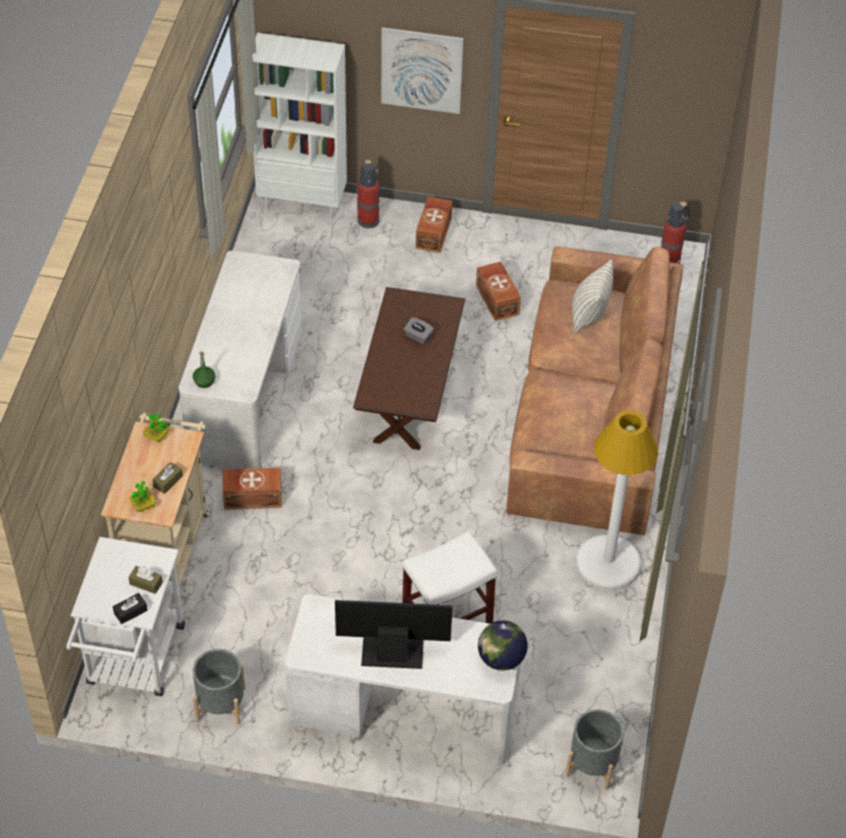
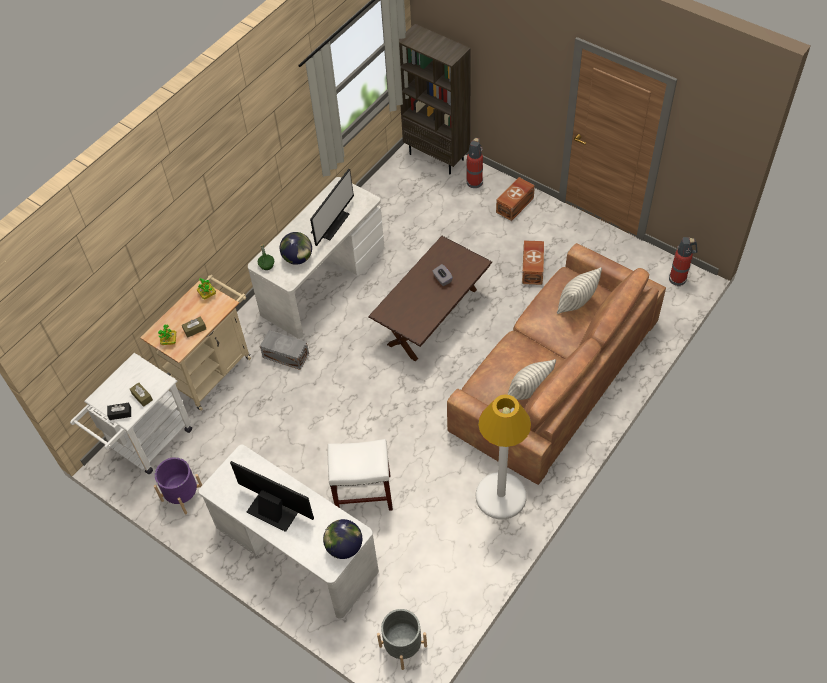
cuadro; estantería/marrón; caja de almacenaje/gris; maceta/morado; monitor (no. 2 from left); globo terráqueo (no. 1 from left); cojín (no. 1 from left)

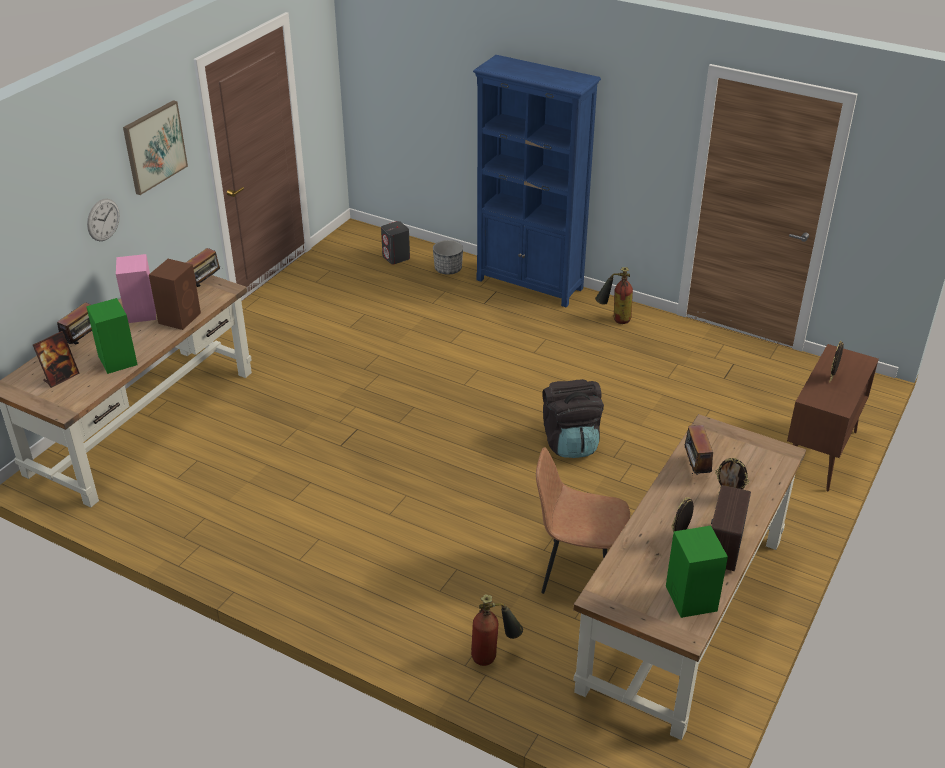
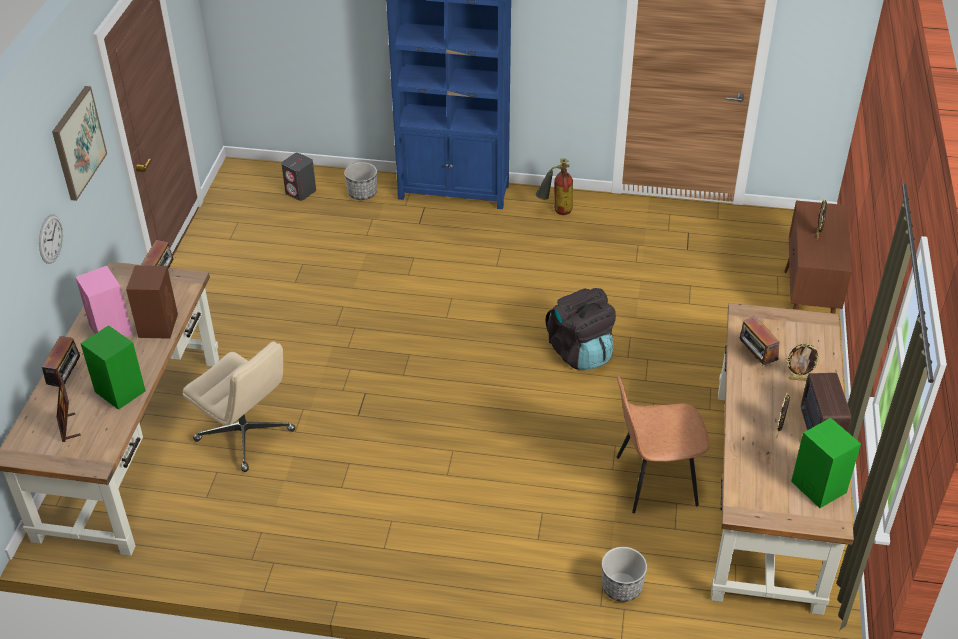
portarretratos (no. 1 from left); maceta (no. 2 from left); silla de oficina/beis

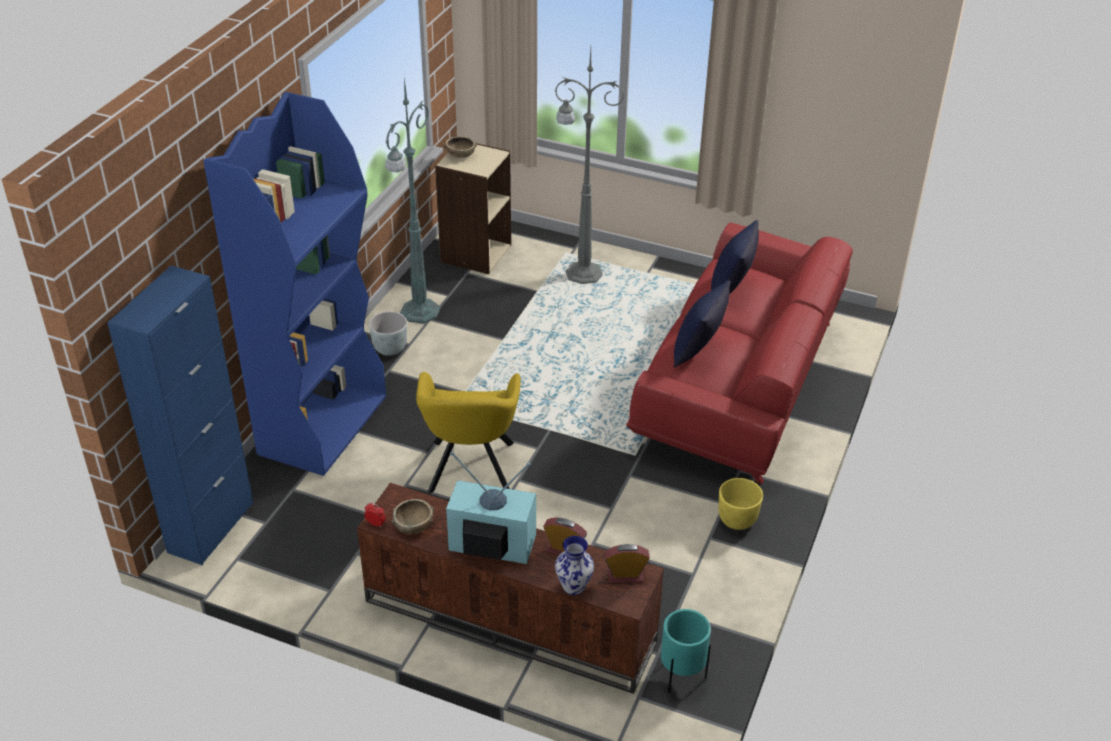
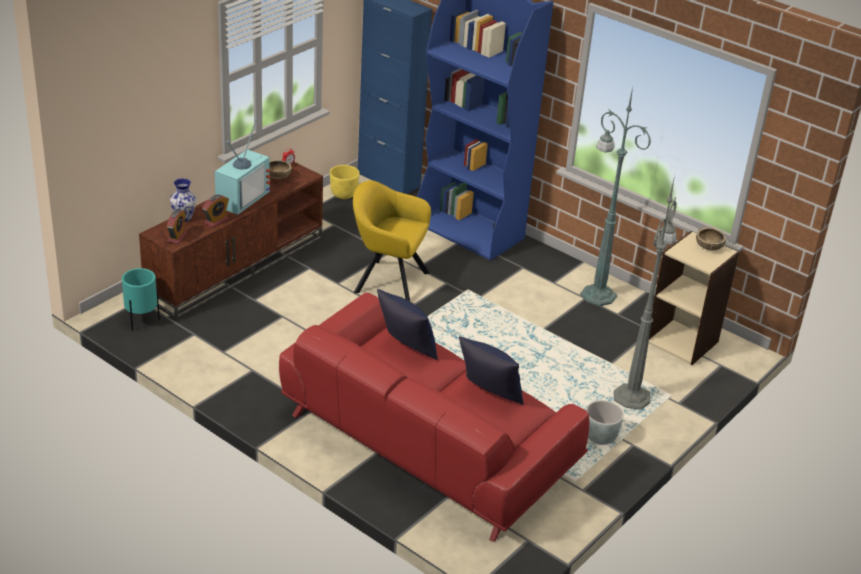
maceta/gris; maceta/amarillo

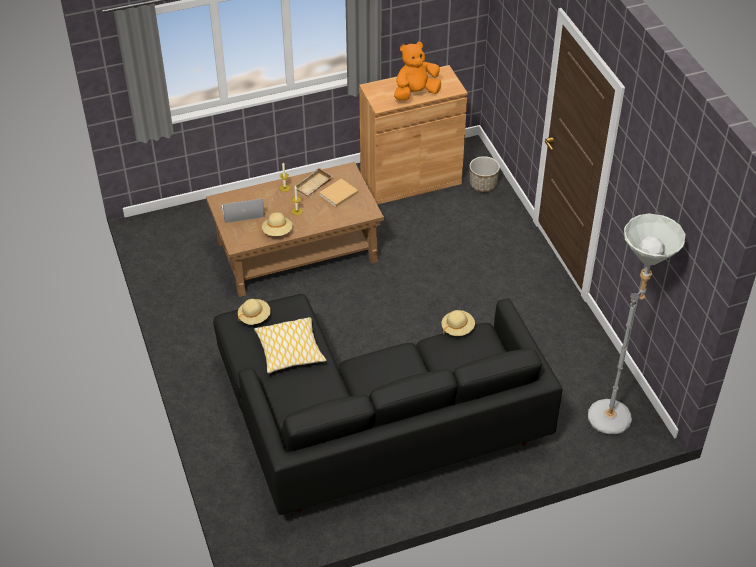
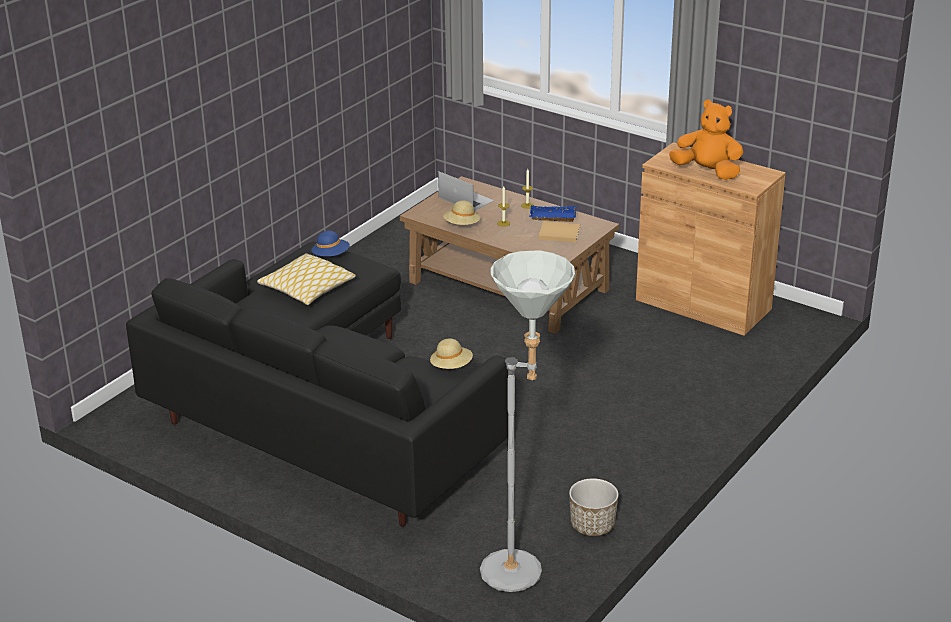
maceta; bandeja/azul; sombrero/azul

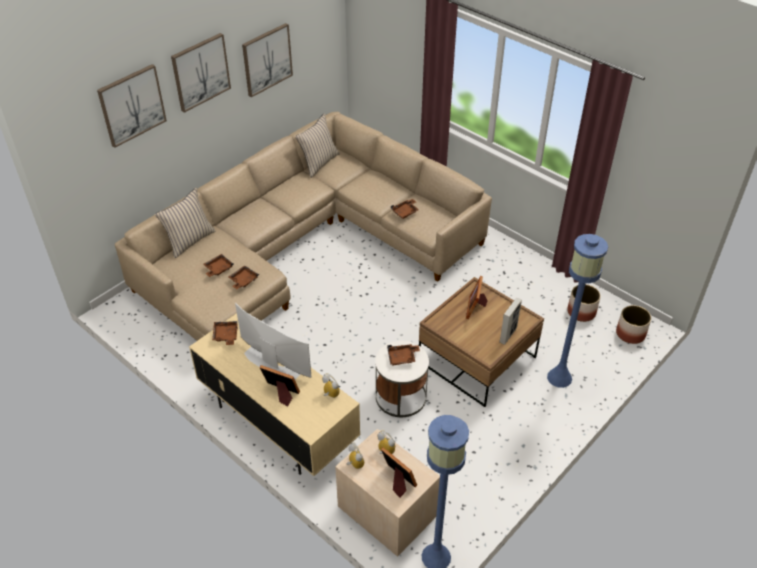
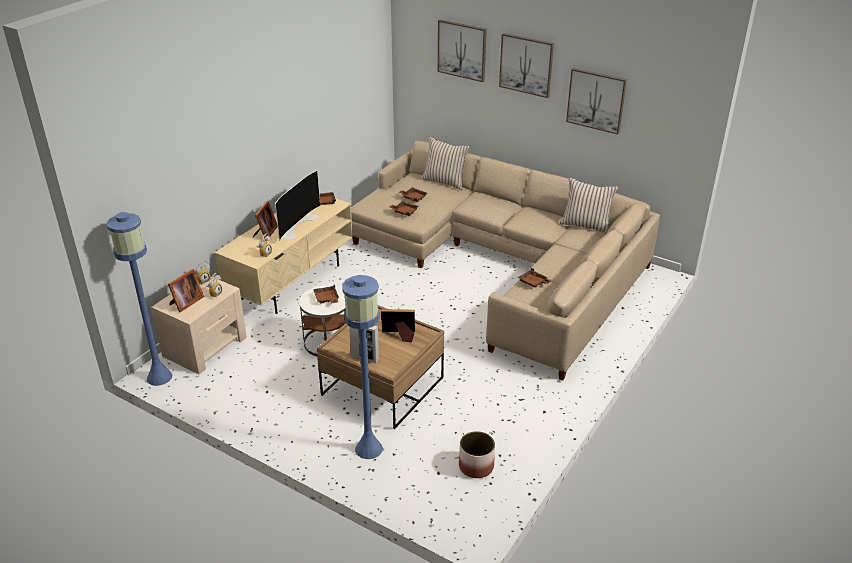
maceta (no. 2 from left in the first image)

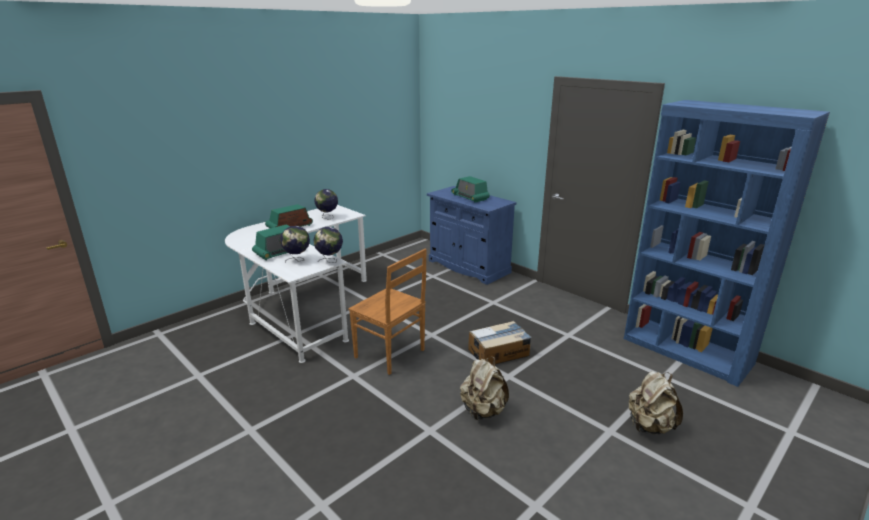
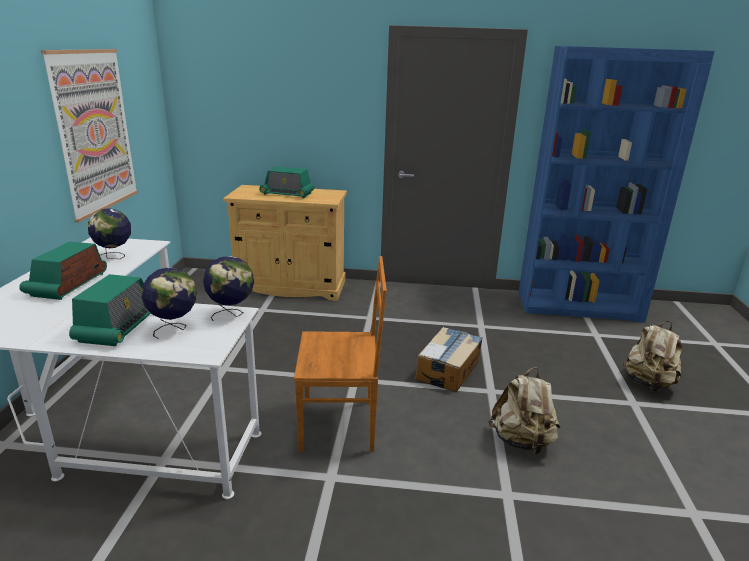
armario/beis; cuadro

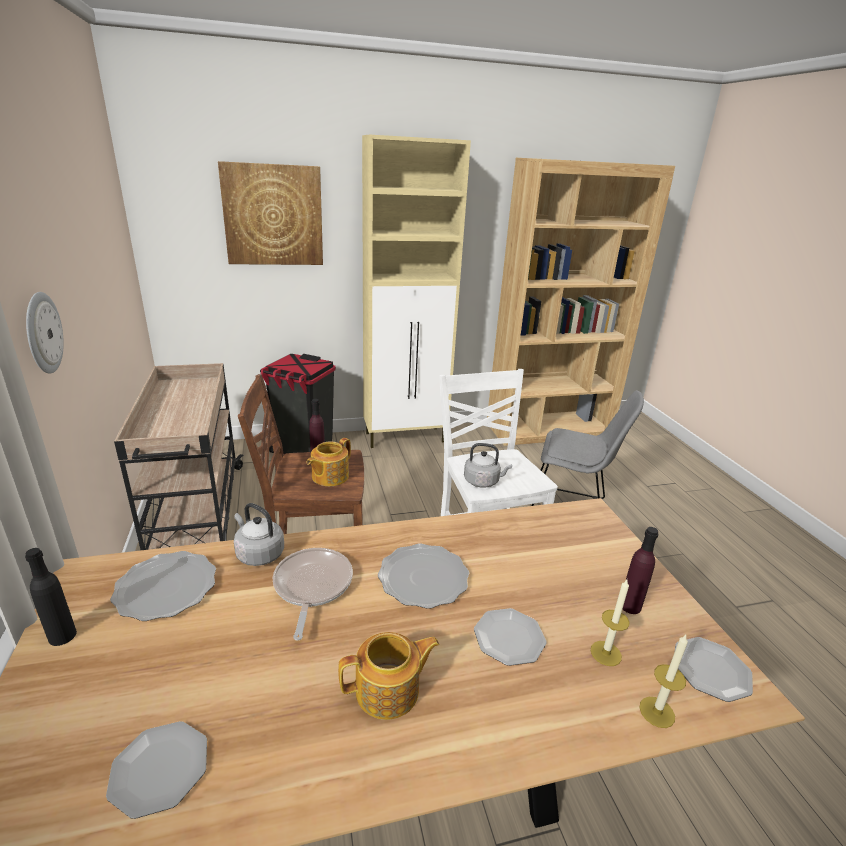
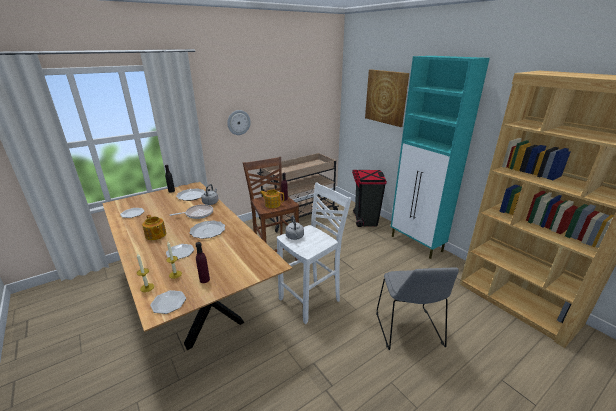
armario/turquesa

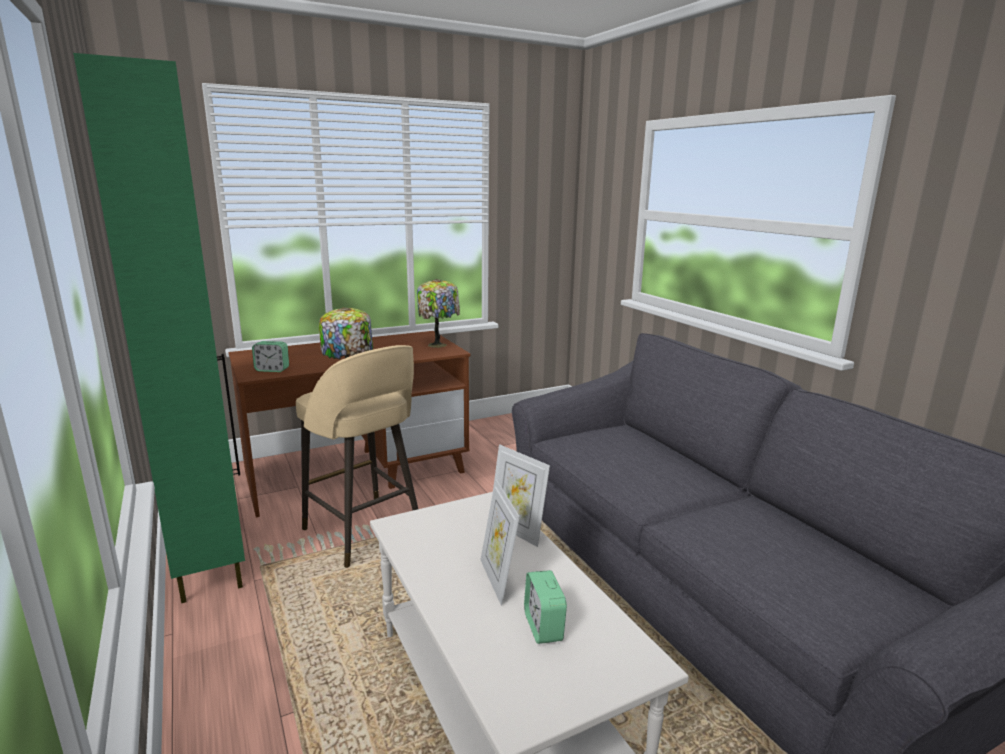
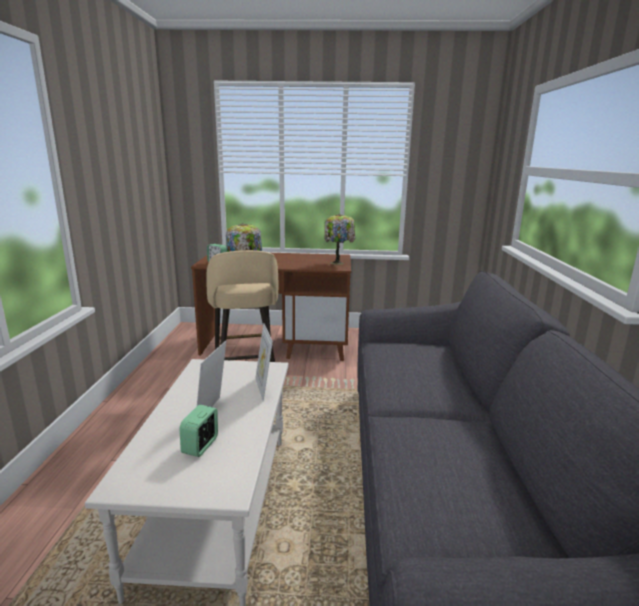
armario/verde

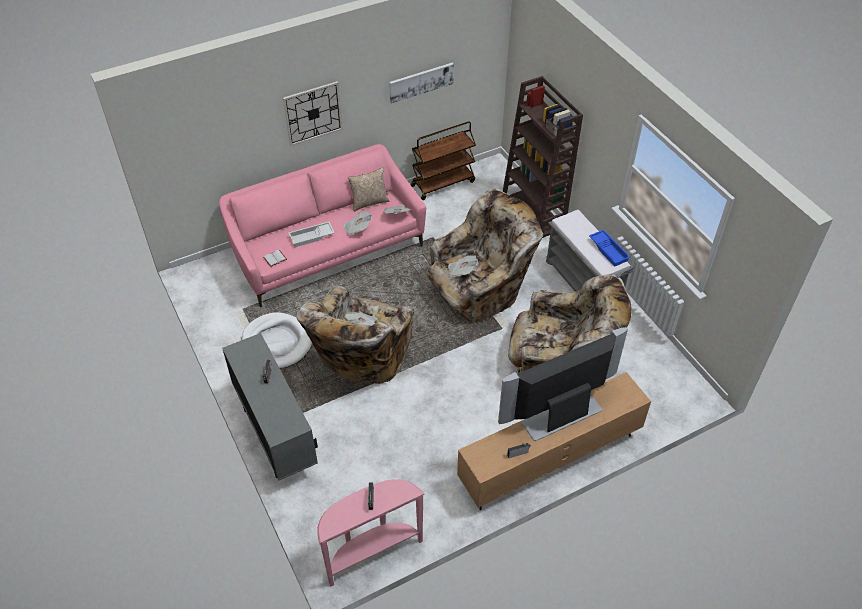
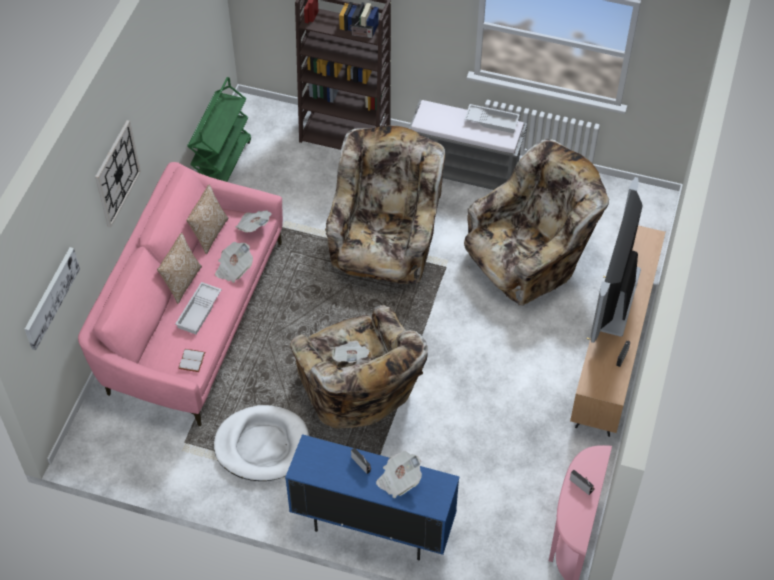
cuadro; carrito/verde; bandeja/blanco (no. 2 from left); periódico (no. 4 from left); armario/azul; cojín (no. 1 from left)

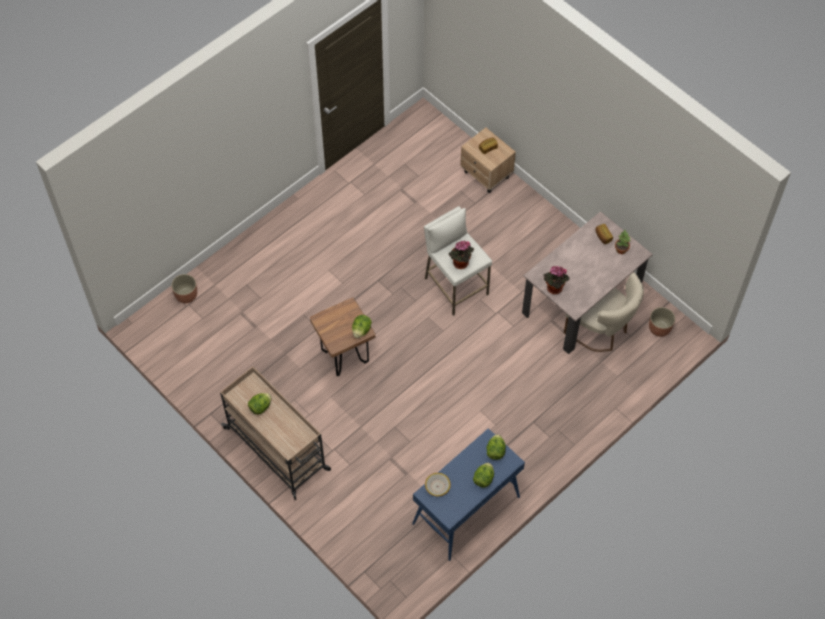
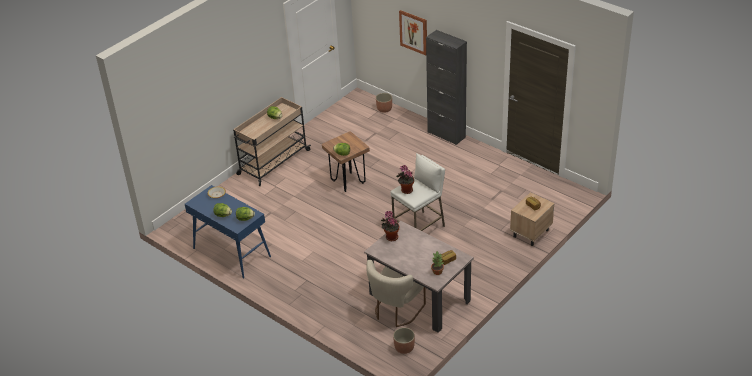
cuadro; armario/negro

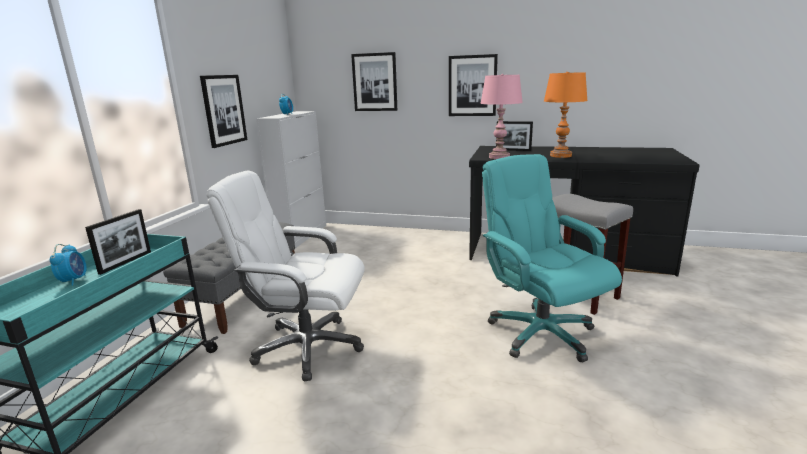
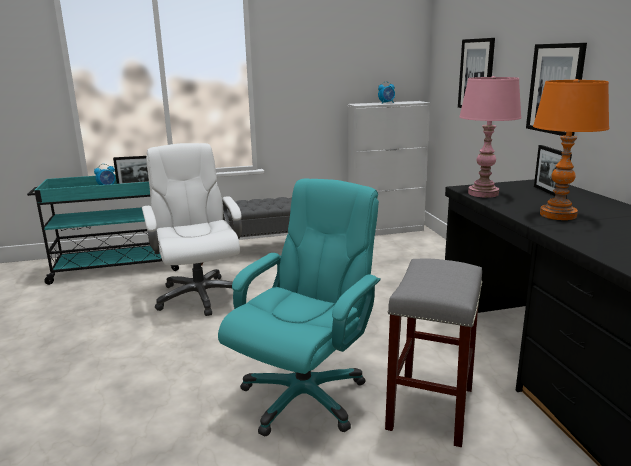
cuadro (no. 1 from left in the first image)

